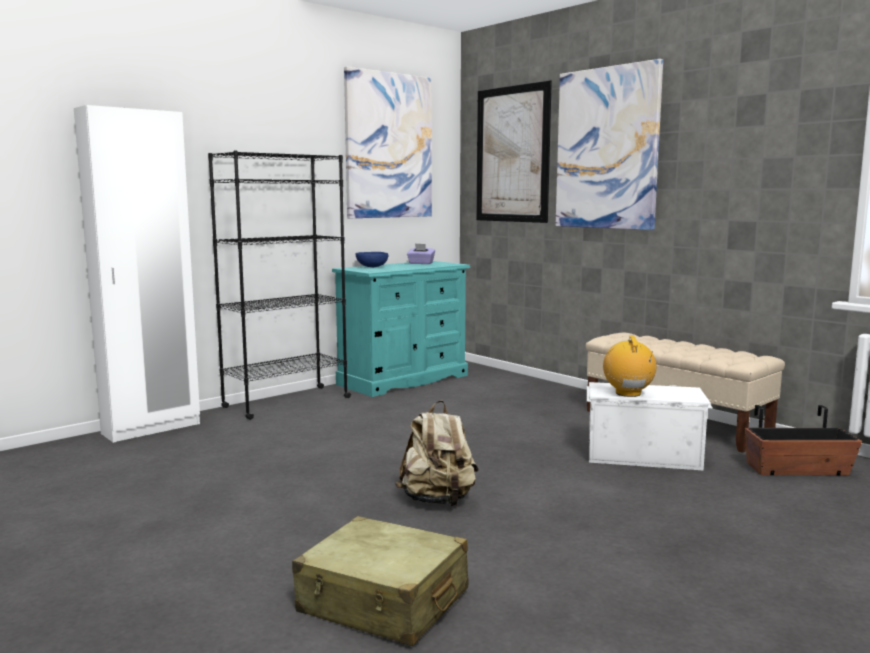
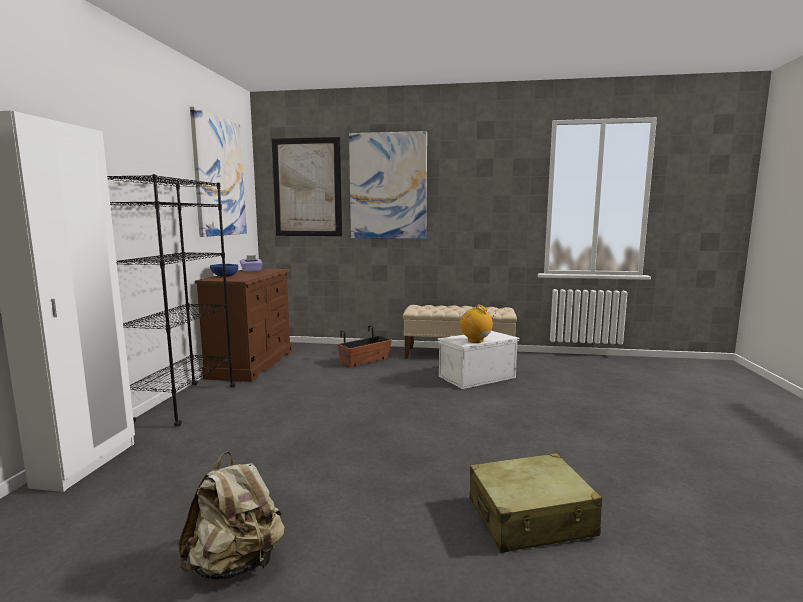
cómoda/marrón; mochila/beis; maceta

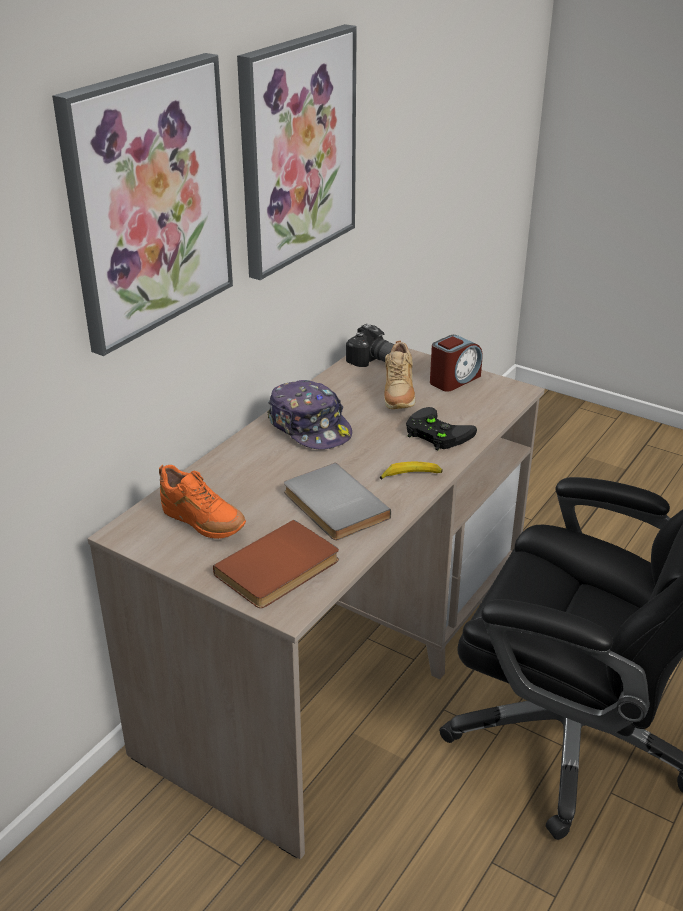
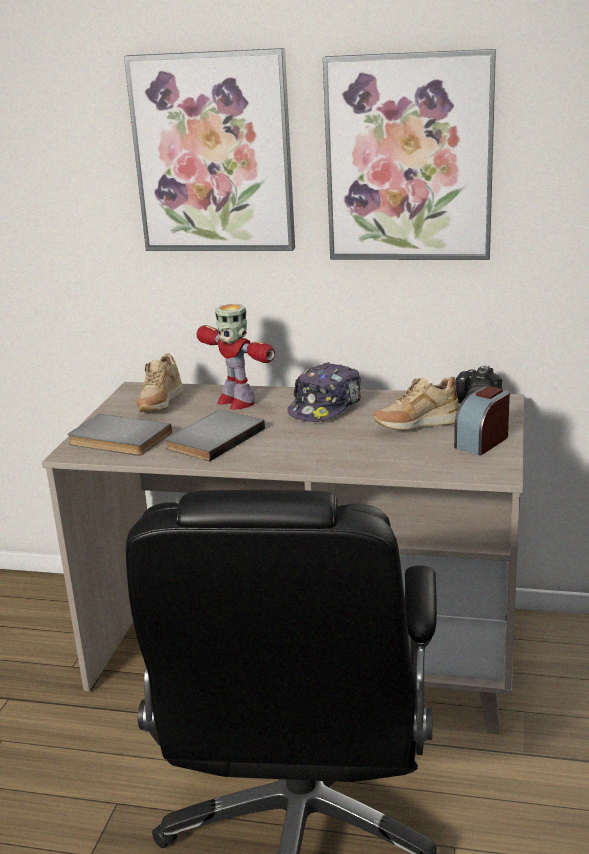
despertador; mando de consola/negro; plátano; zapato/beis (no. 1 from left); libro/gris (no. 1 from left); robot de juguete

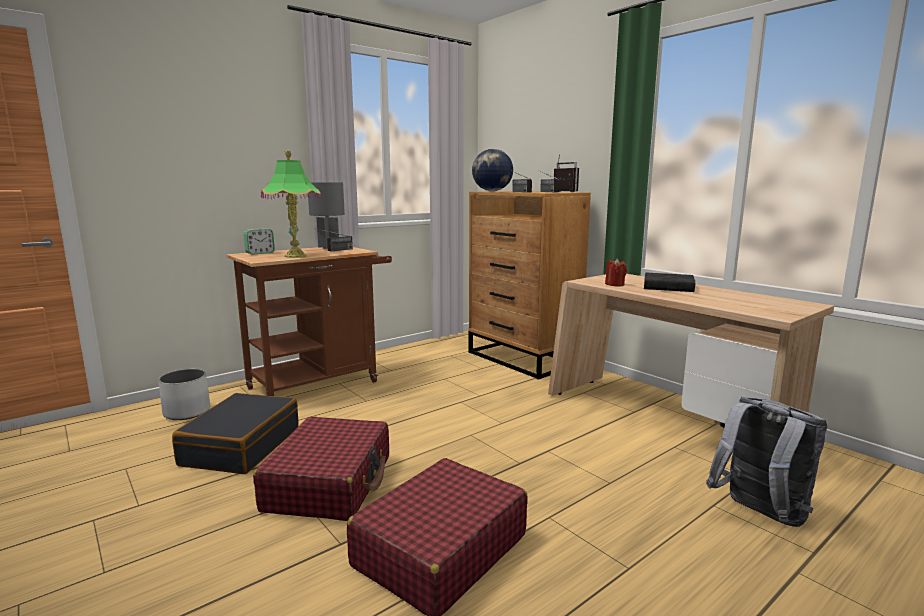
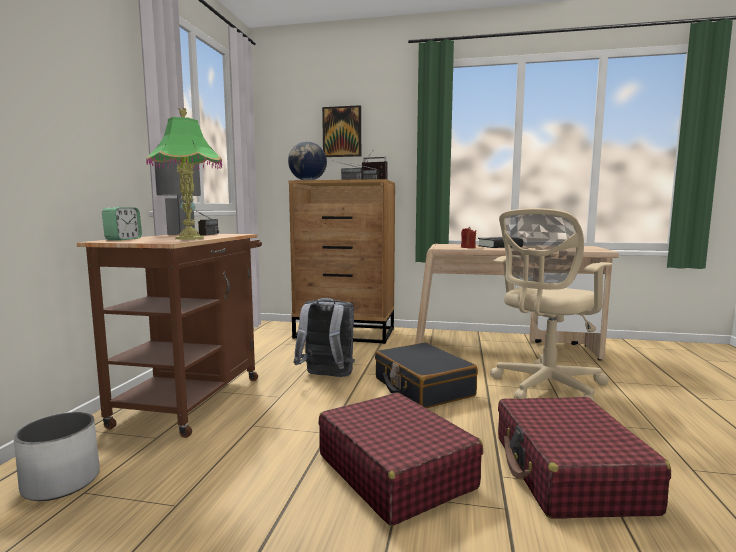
maleta/negro; mochila/gris; cuadro; silla de oficina/beis

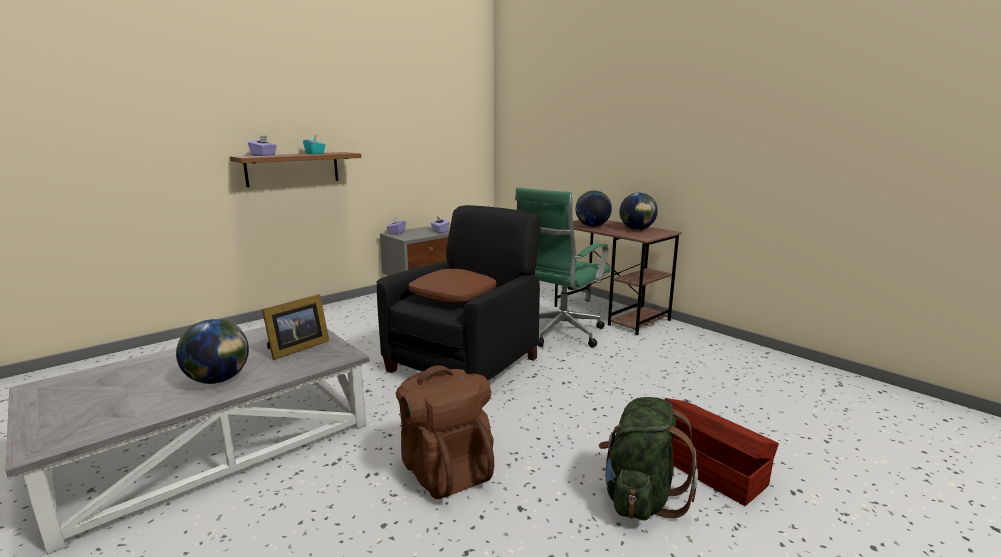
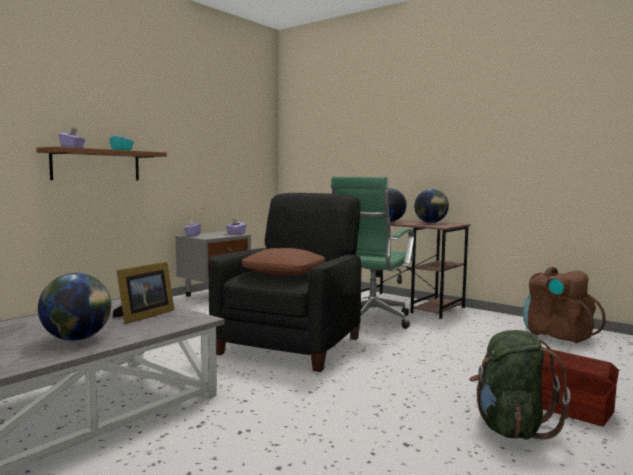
mochila/marrón

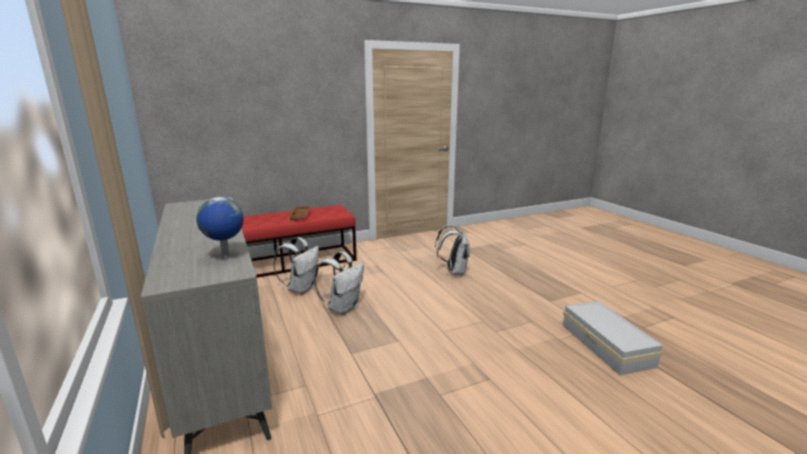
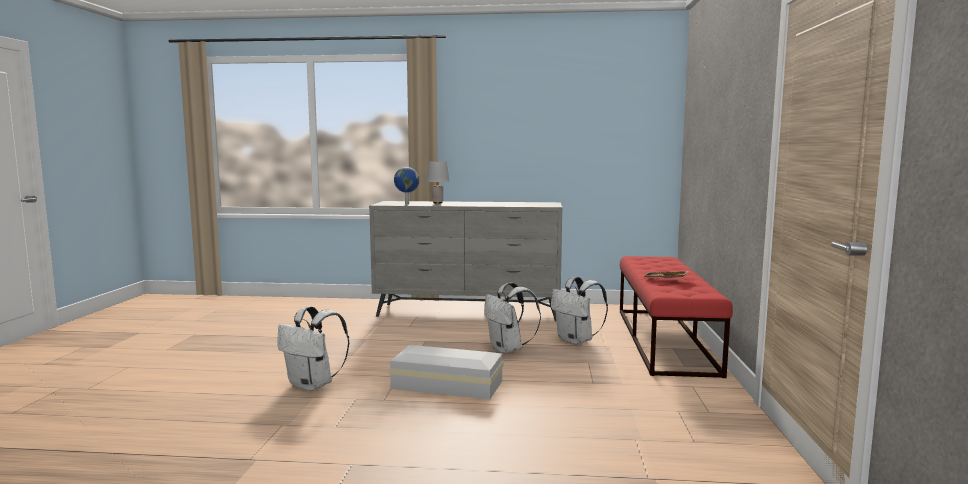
mochila/blanco (no. 1 from left); caja de almacenaje/blanco; lámpara de mesa/gris

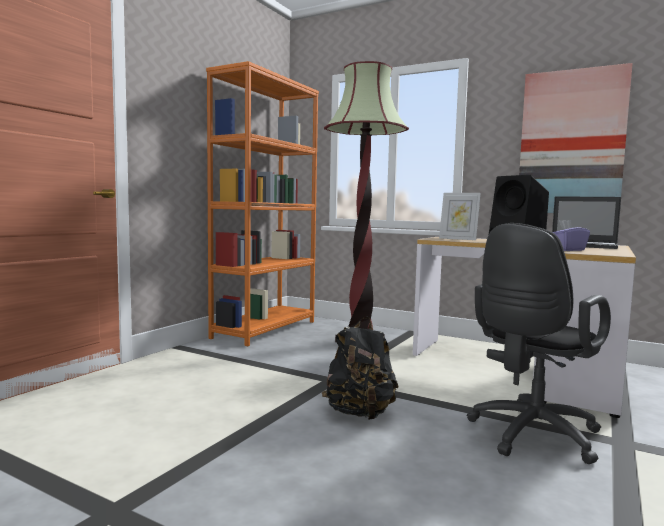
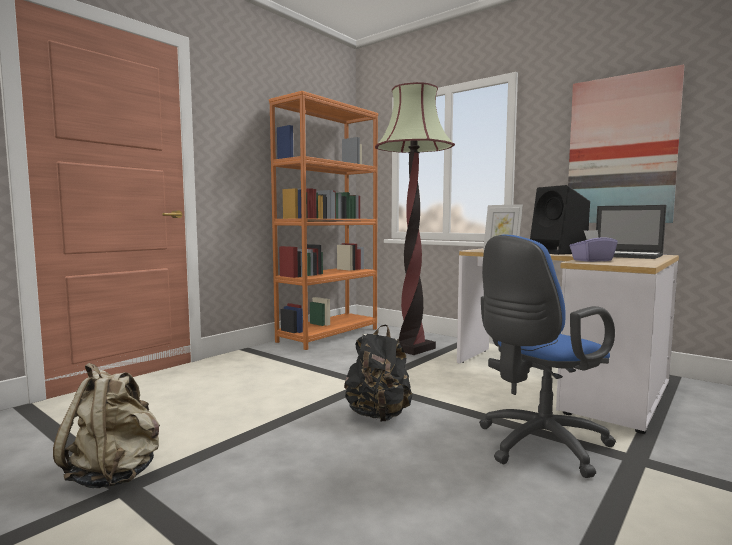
silla de oficina/azul; mochila/beis

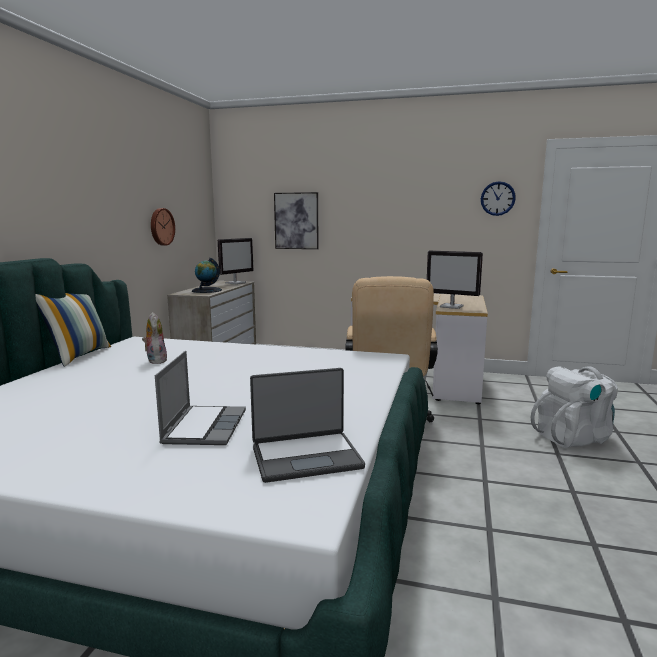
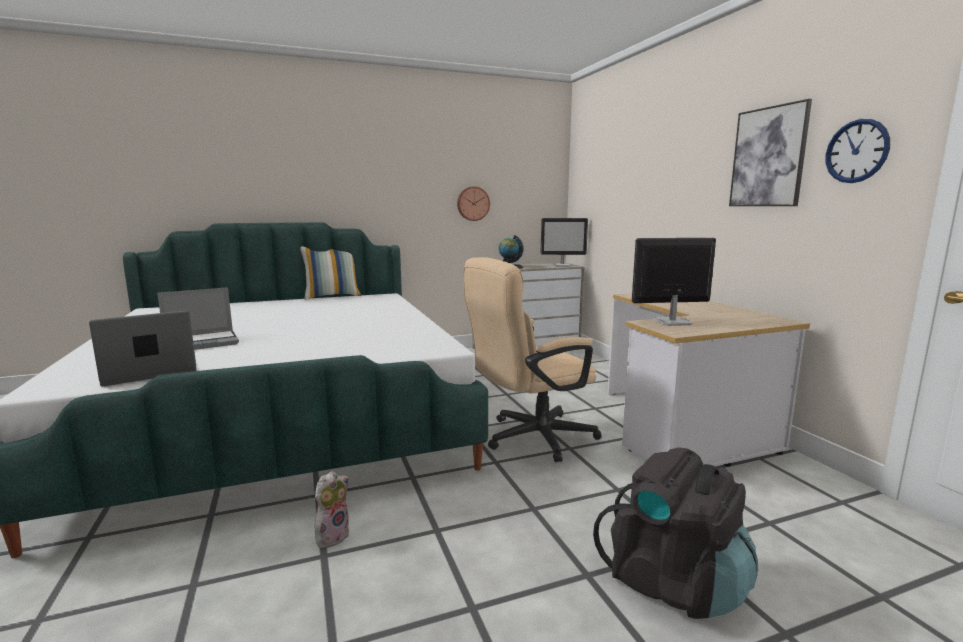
cuadro; monitor (no. 2 from left); peluche; mochila/negro; portátil (no. 1 from left)

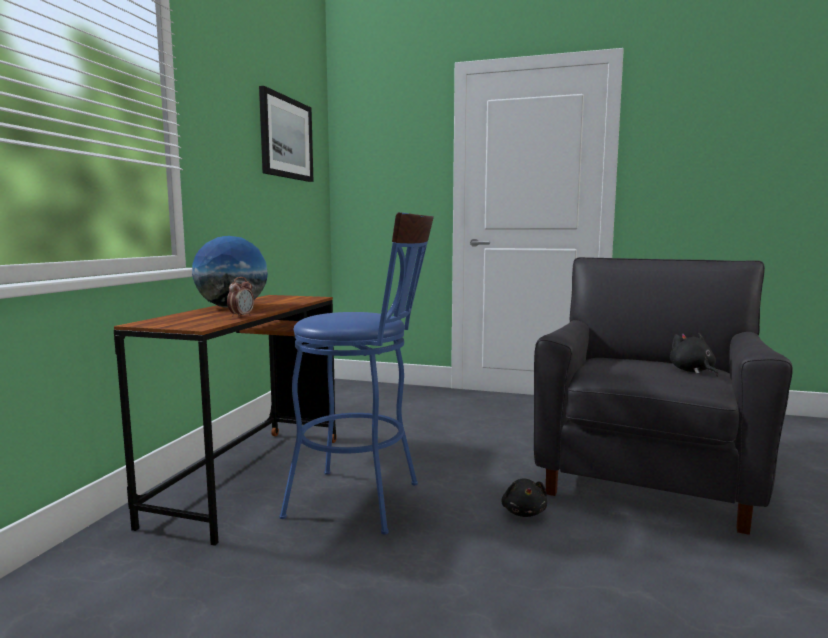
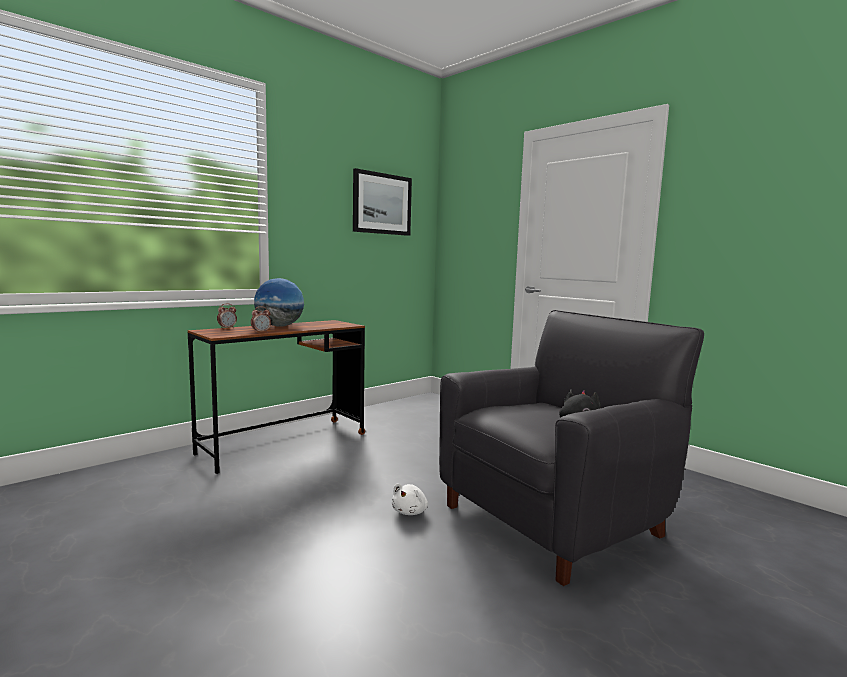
taburete/azul; peluche/blanco; despertador (no. 1 from left)

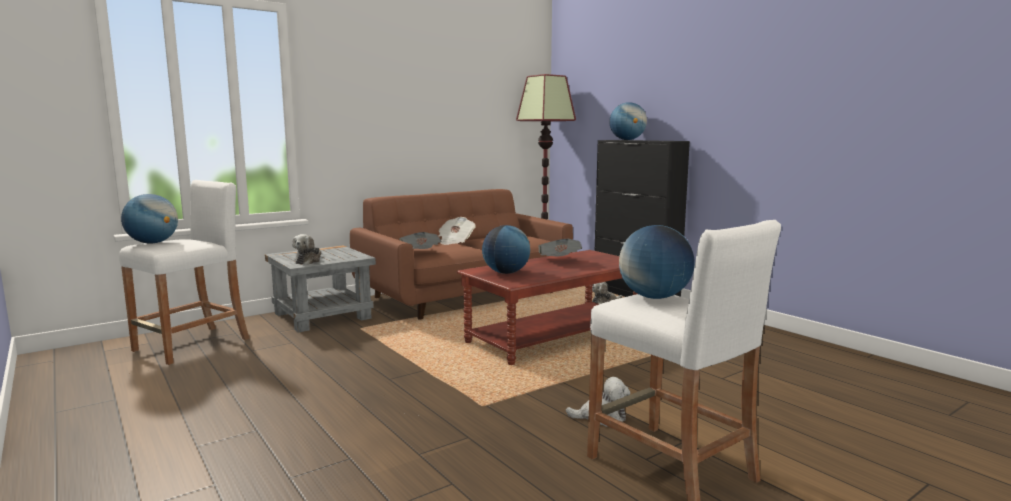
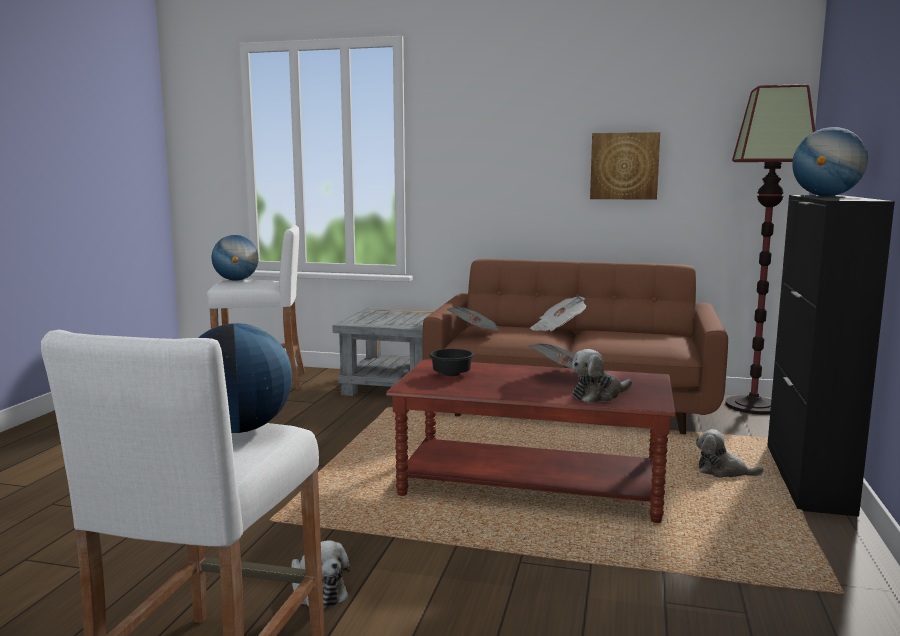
cuenco/negro; peluche (no. 2 from left); cuadro

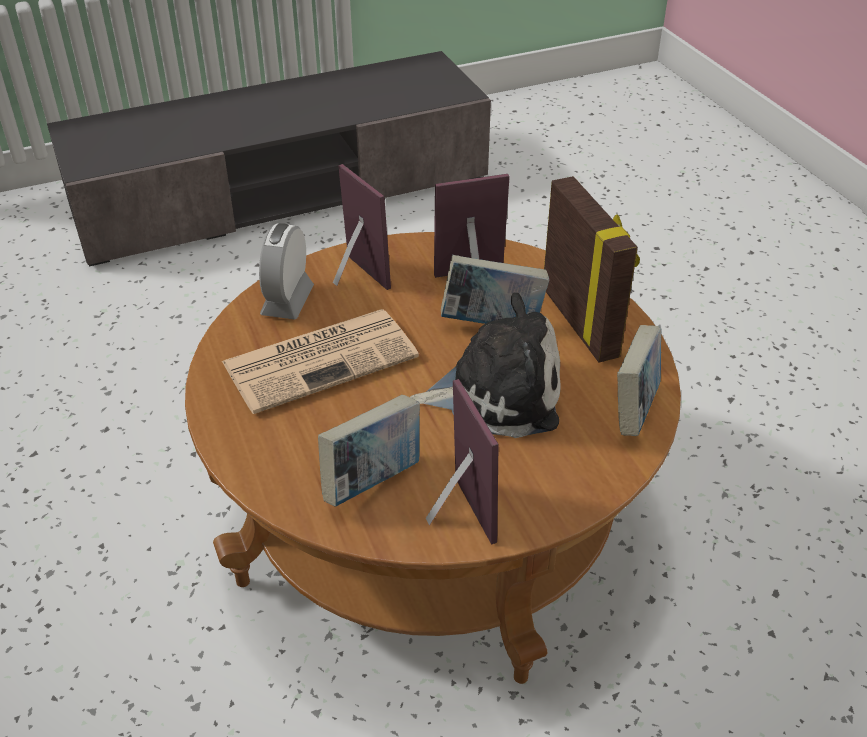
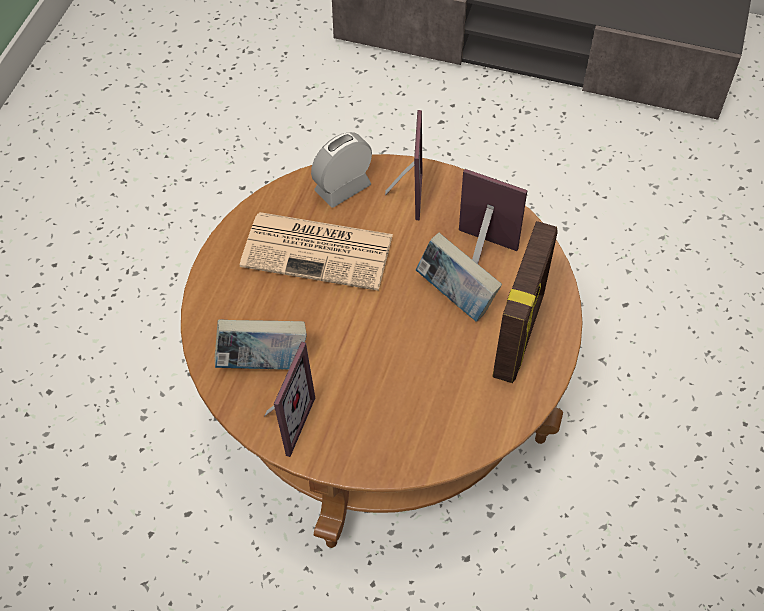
peluche; libro (no. 3 from left in the first image)

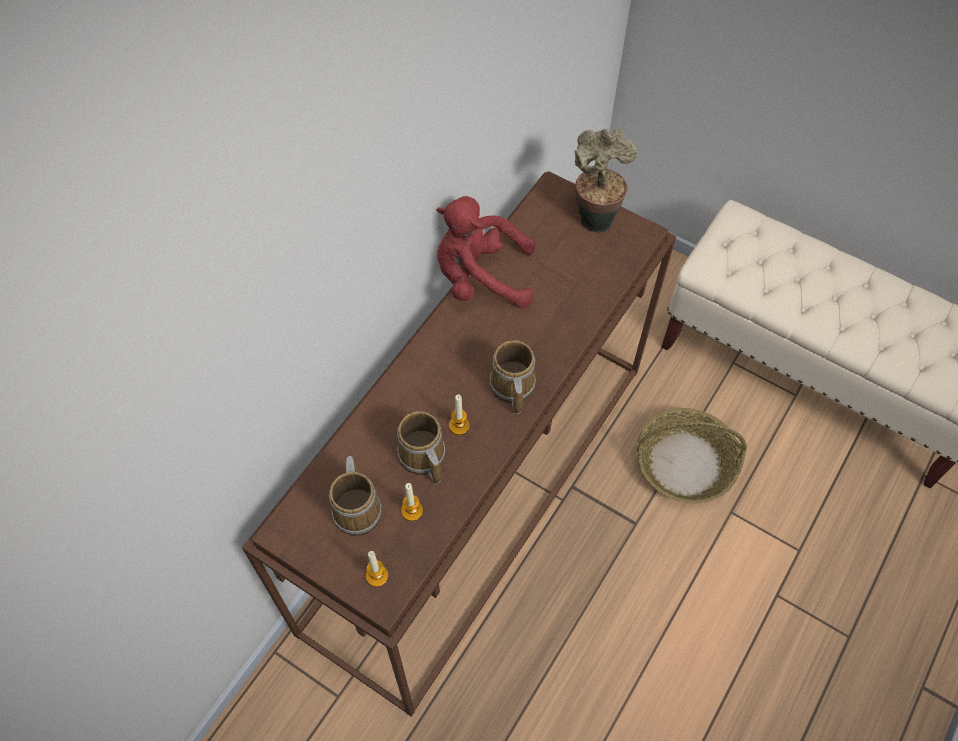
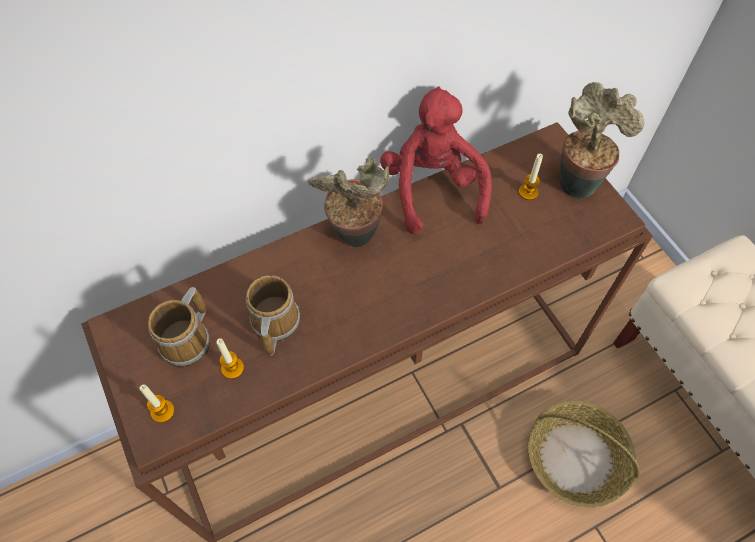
peluche/rojo; taza grande (no. 3 from left in the first image); vela (no. 3 from left); planta en maceta (no. 1 from left)

